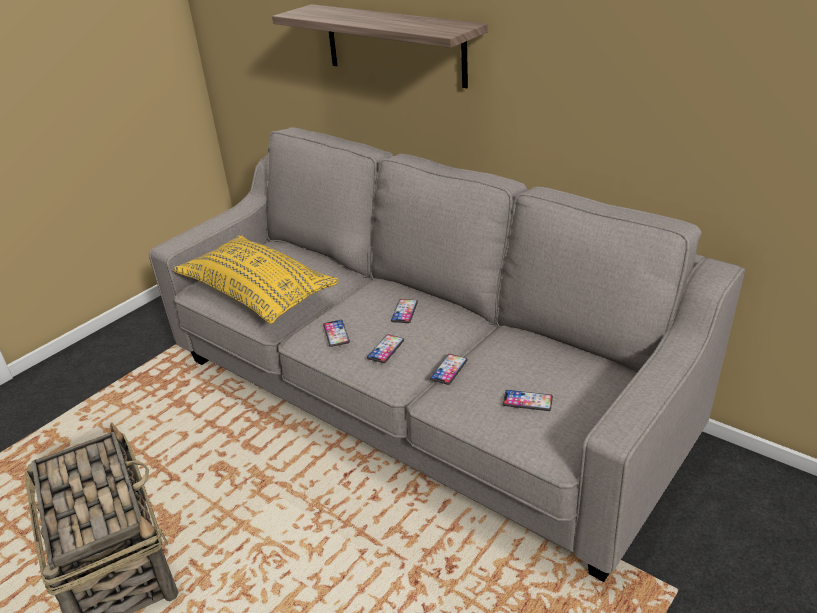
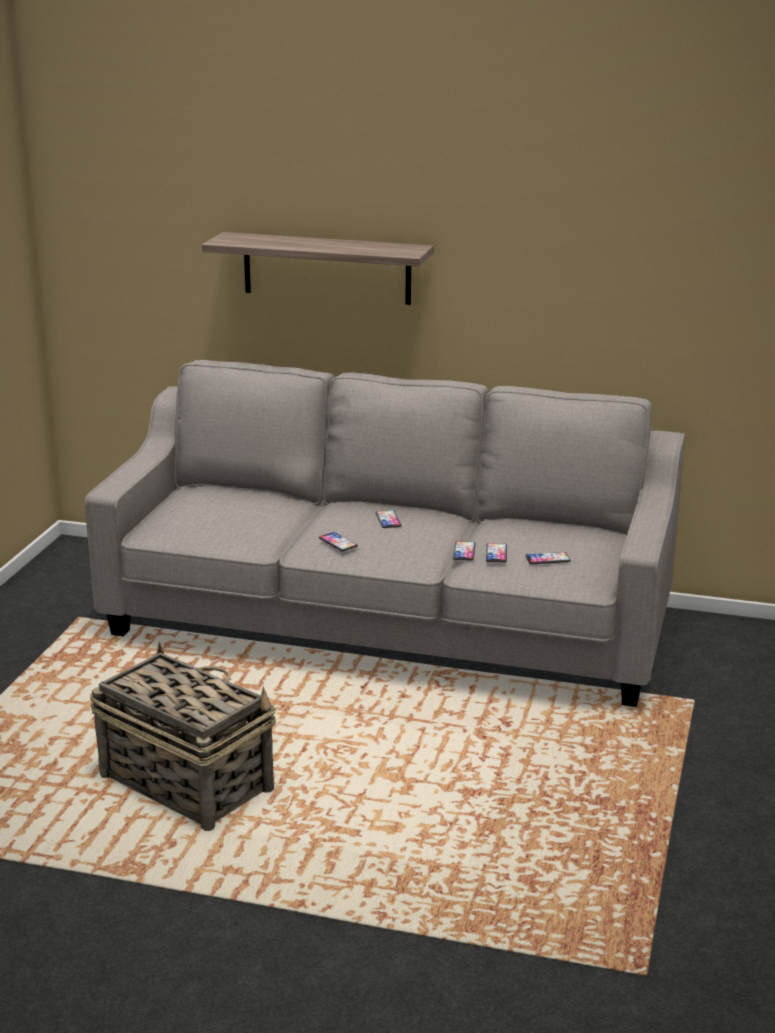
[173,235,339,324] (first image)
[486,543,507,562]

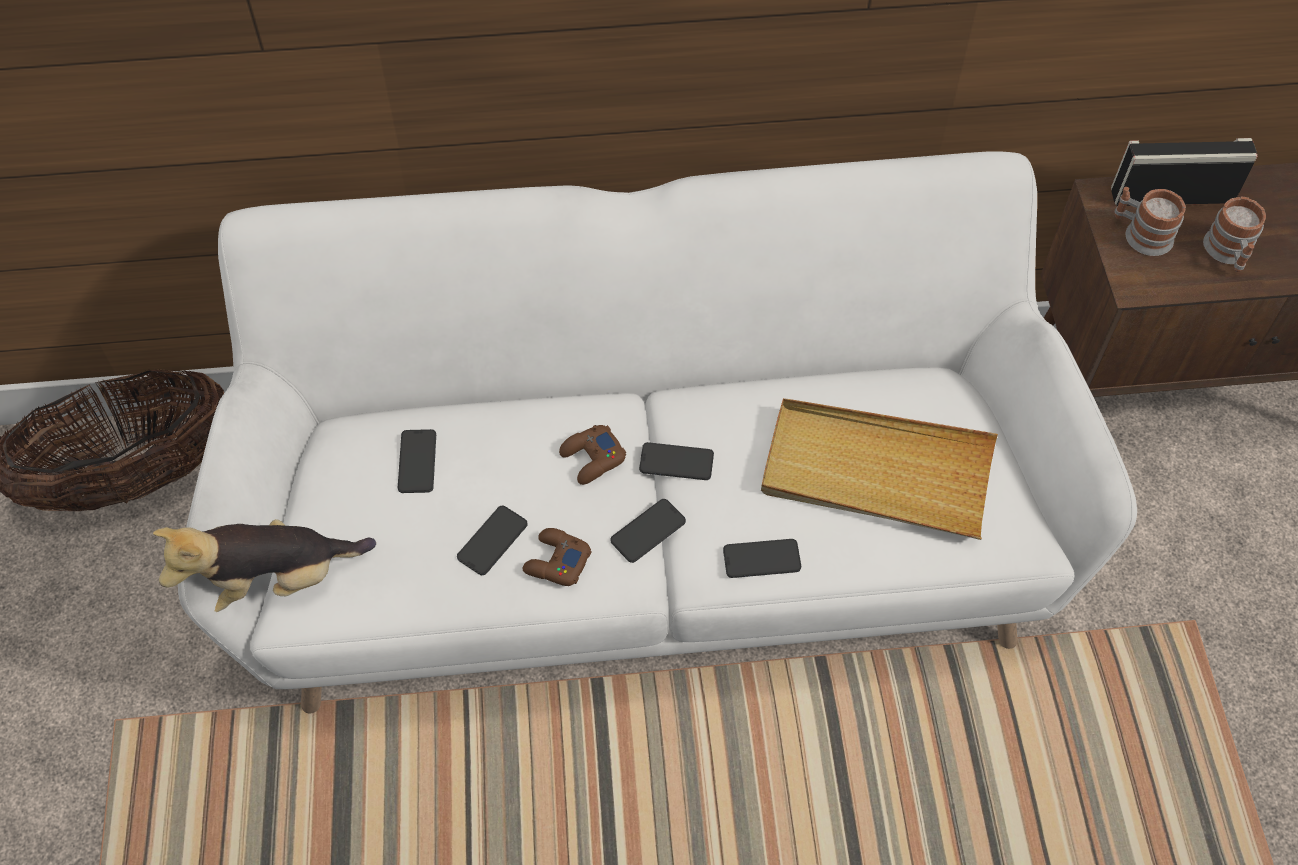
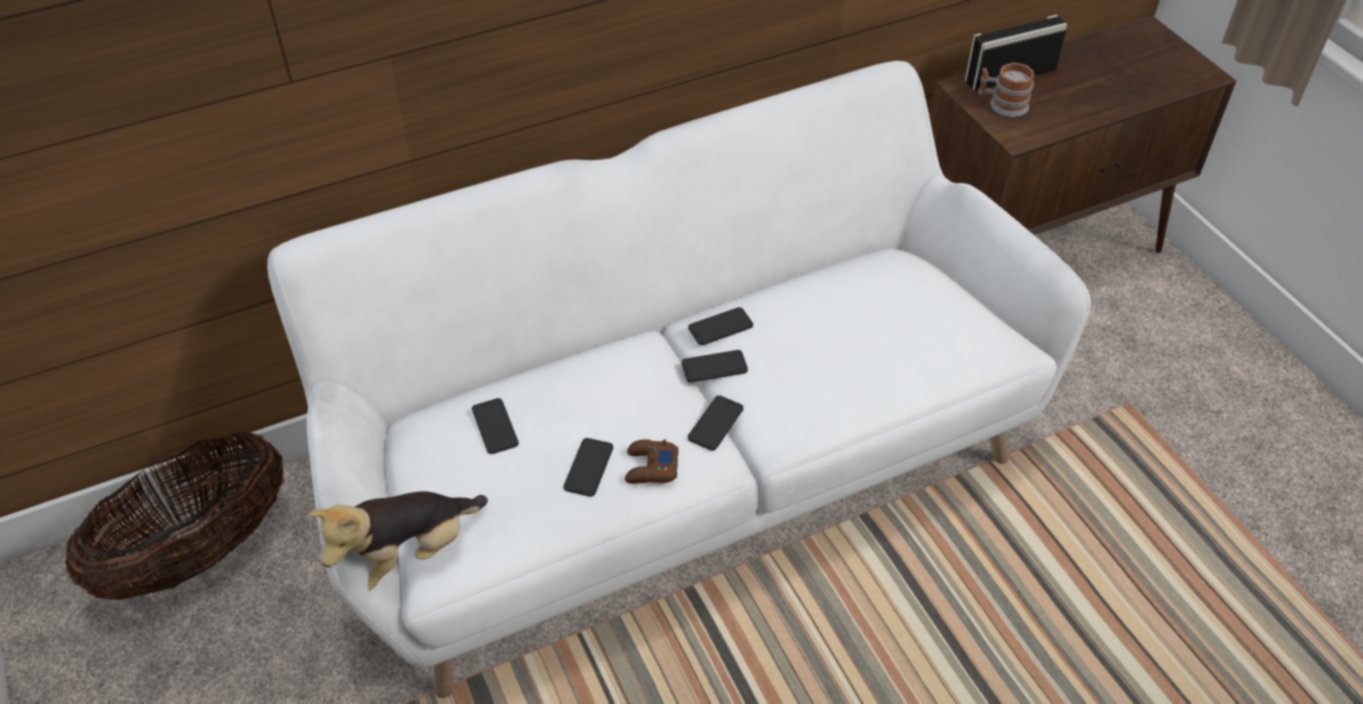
[559,425,626,485] (first image)
[761,398,998,540] (first image)
[1203,197,1266,272] (first image)
[688,307,753,345]

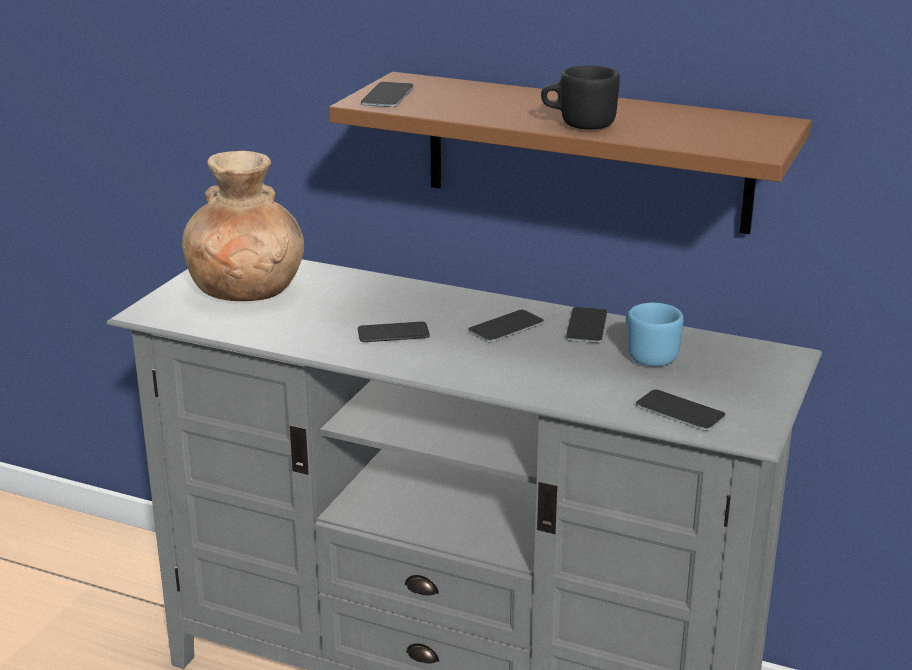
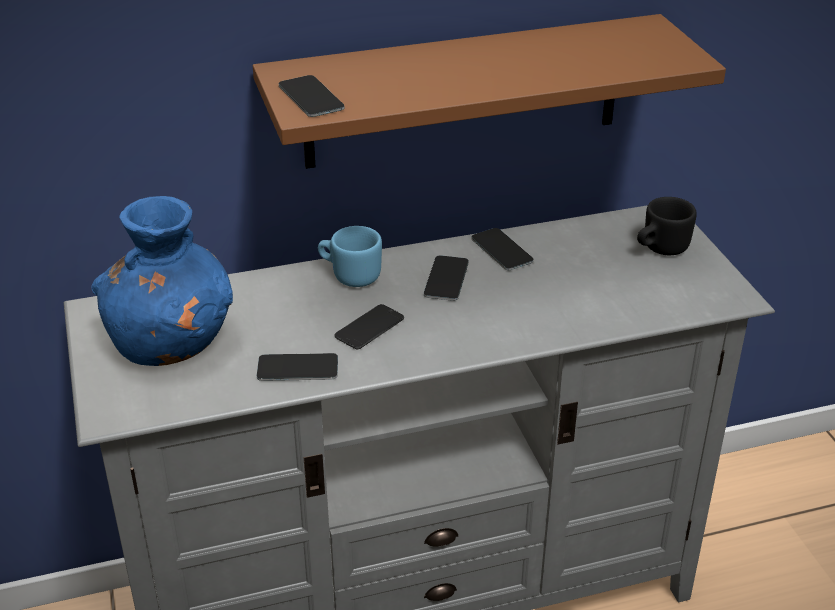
[637,197,697,255]
[318,226,382,287]
[257,353,338,381]
[92,196,233,366]

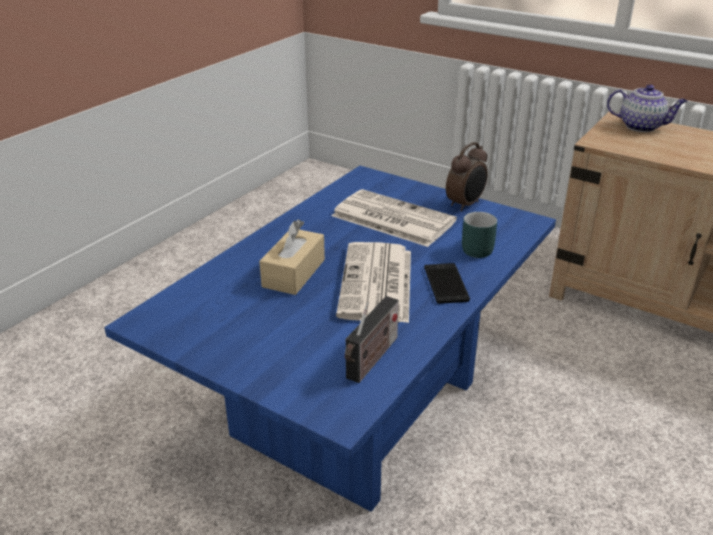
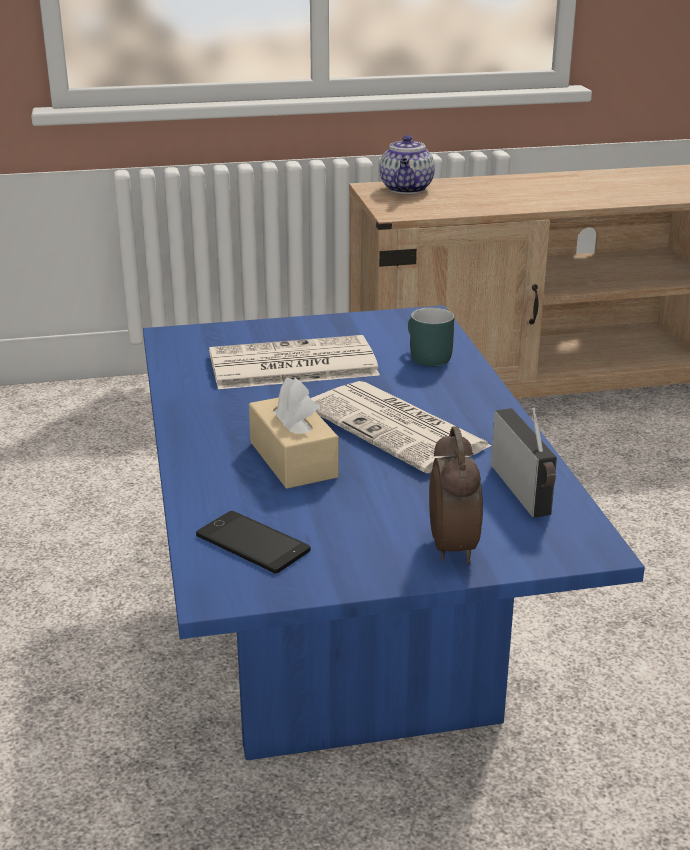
[196,511,310,574]
[429,426,483,564]
[379,135,435,194]

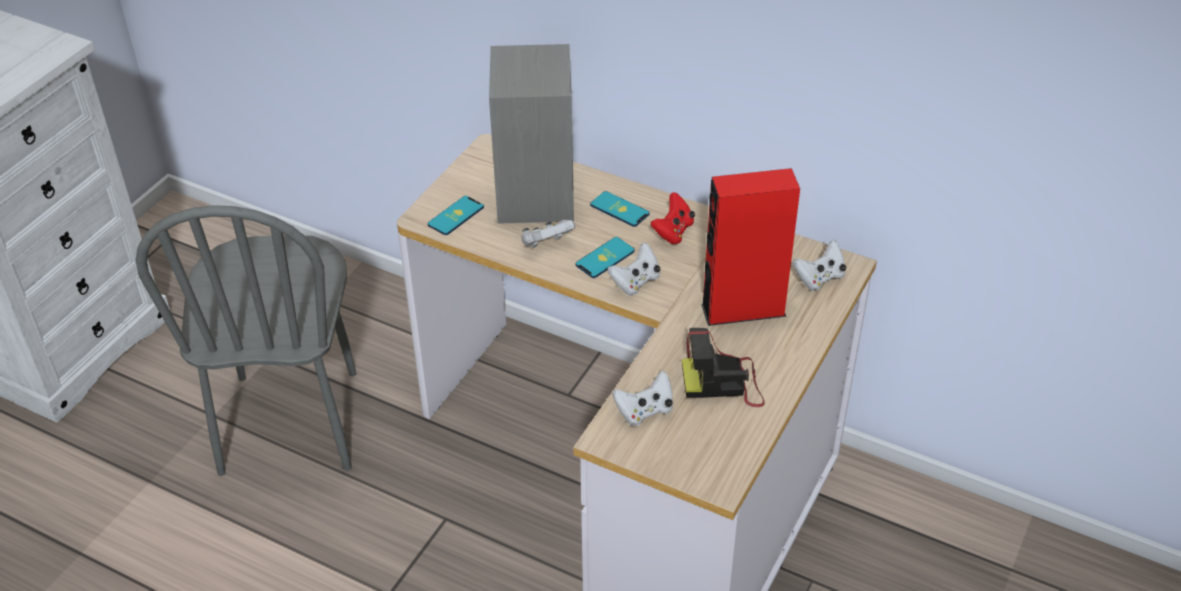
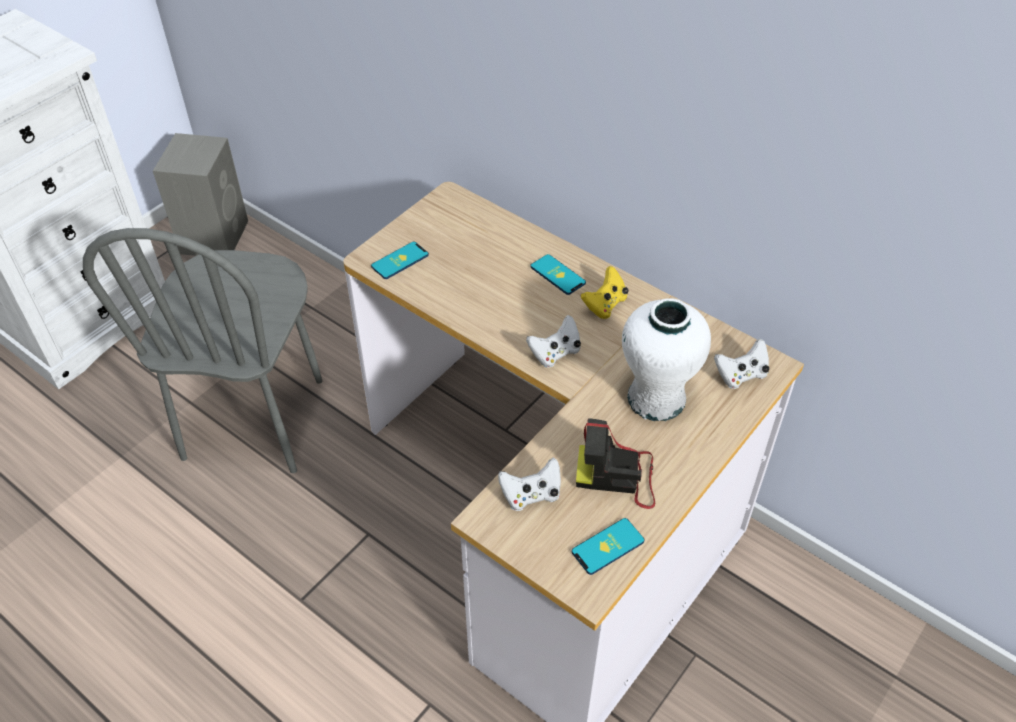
[521,220,575,248] (first image)
[153,133,248,256]
[572,518,645,575]
[622,298,711,421]
[581,266,628,319]

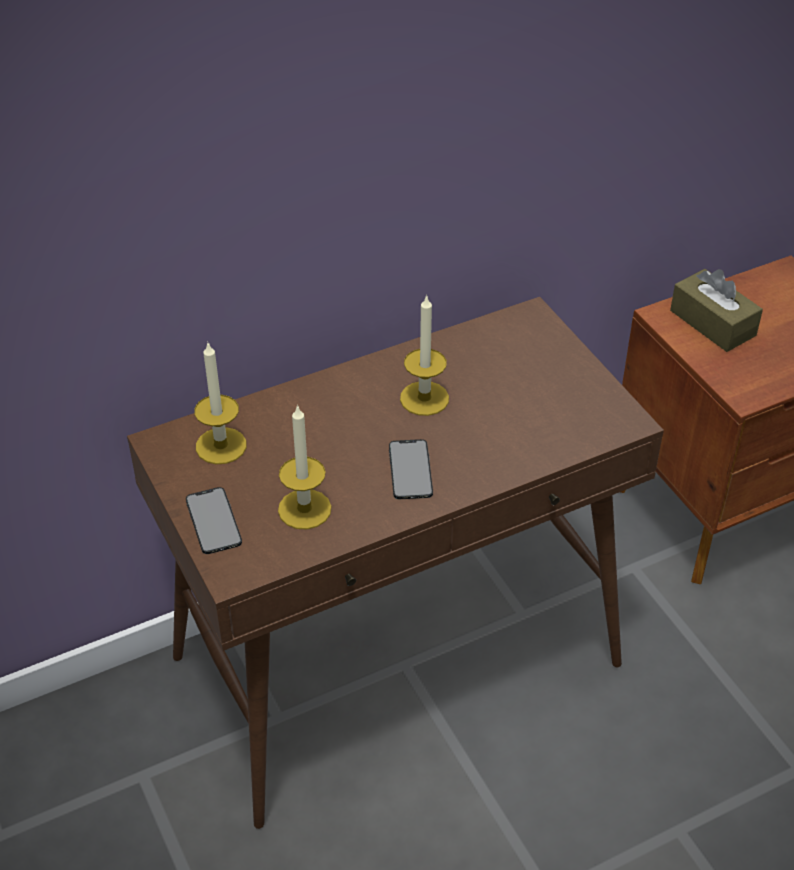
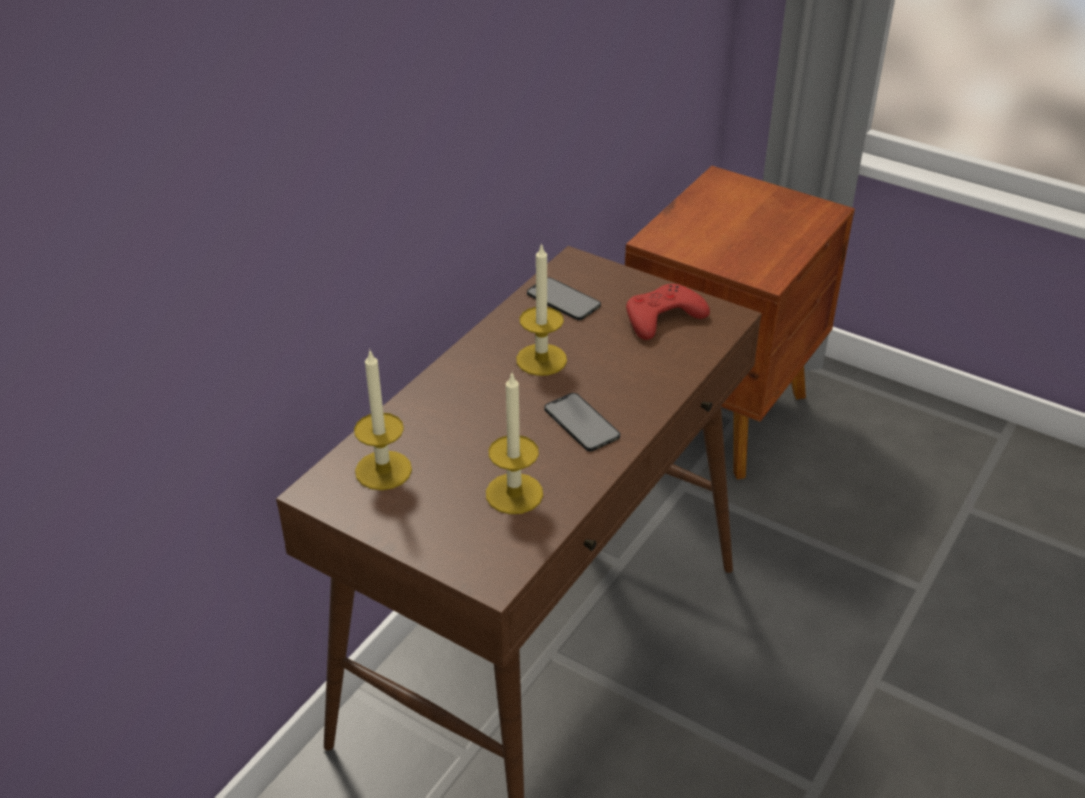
[670,269,763,352] (first image)
[626,284,710,340]
[527,277,601,320]

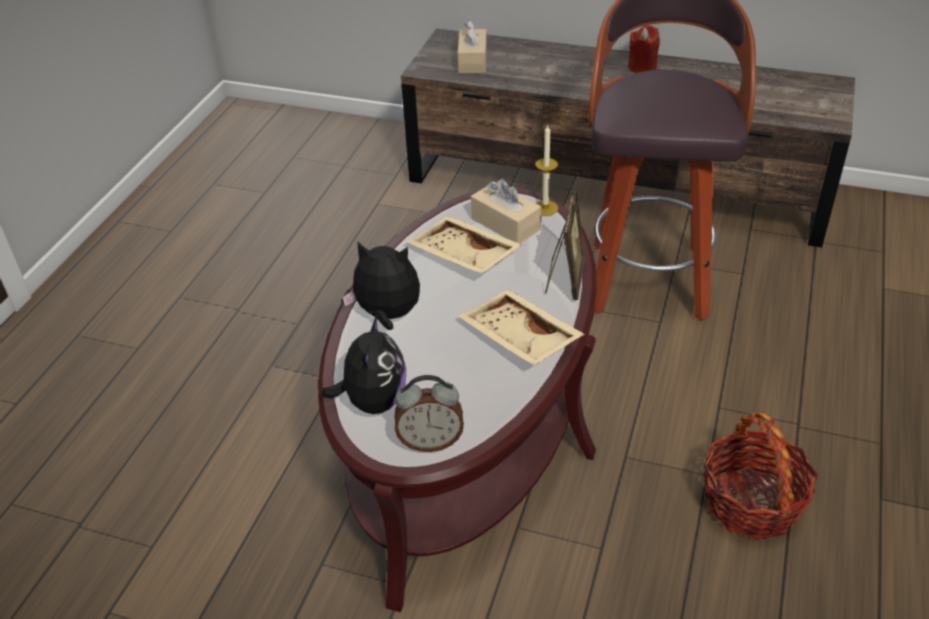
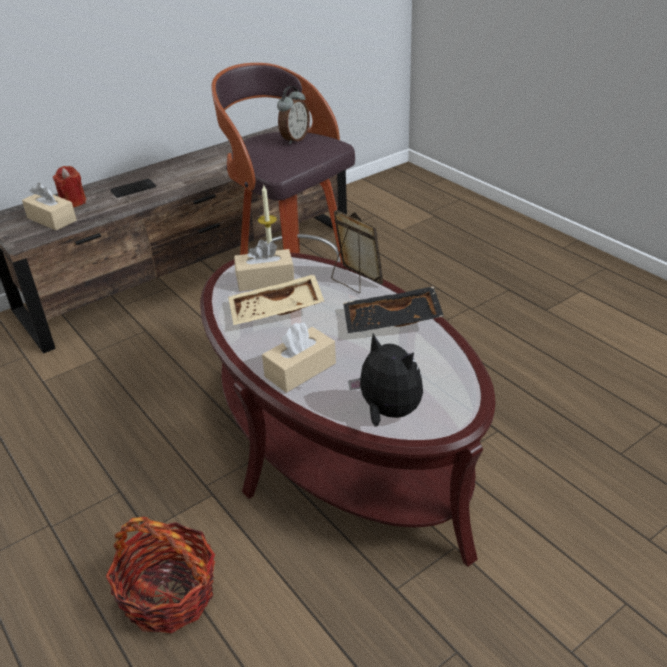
[110,179,156,198]
[277,86,310,145]
[53,166,86,208]
[106,517,215,633]
[262,322,336,393]
[343,286,444,333]

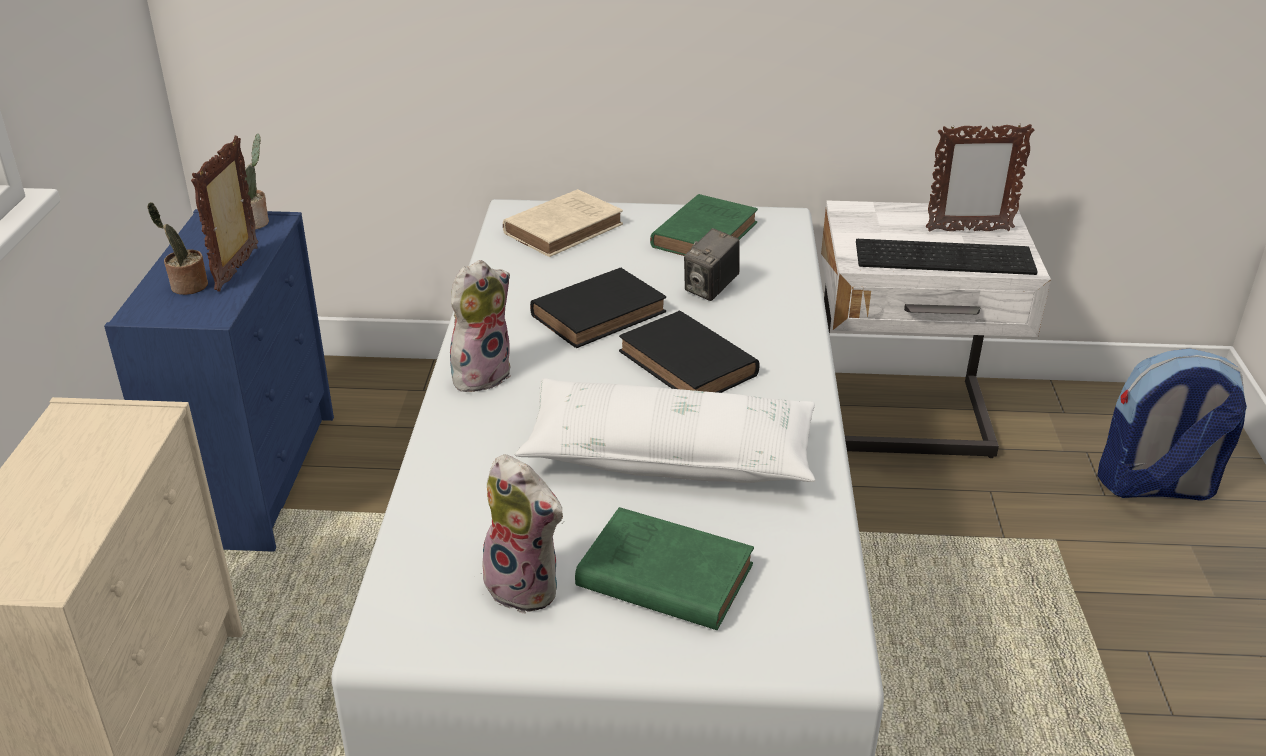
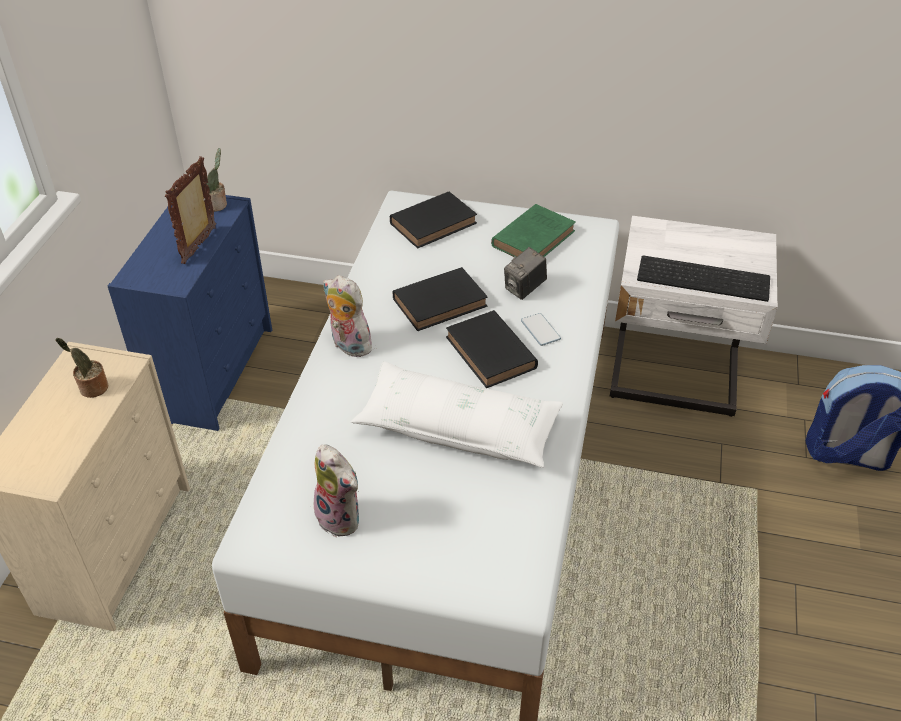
[575,507,754,630] (first image)
[926,123,1035,232] (first image)
[521,313,561,346]
[55,338,108,398]
[390,191,477,248]
[323,275,372,357]

